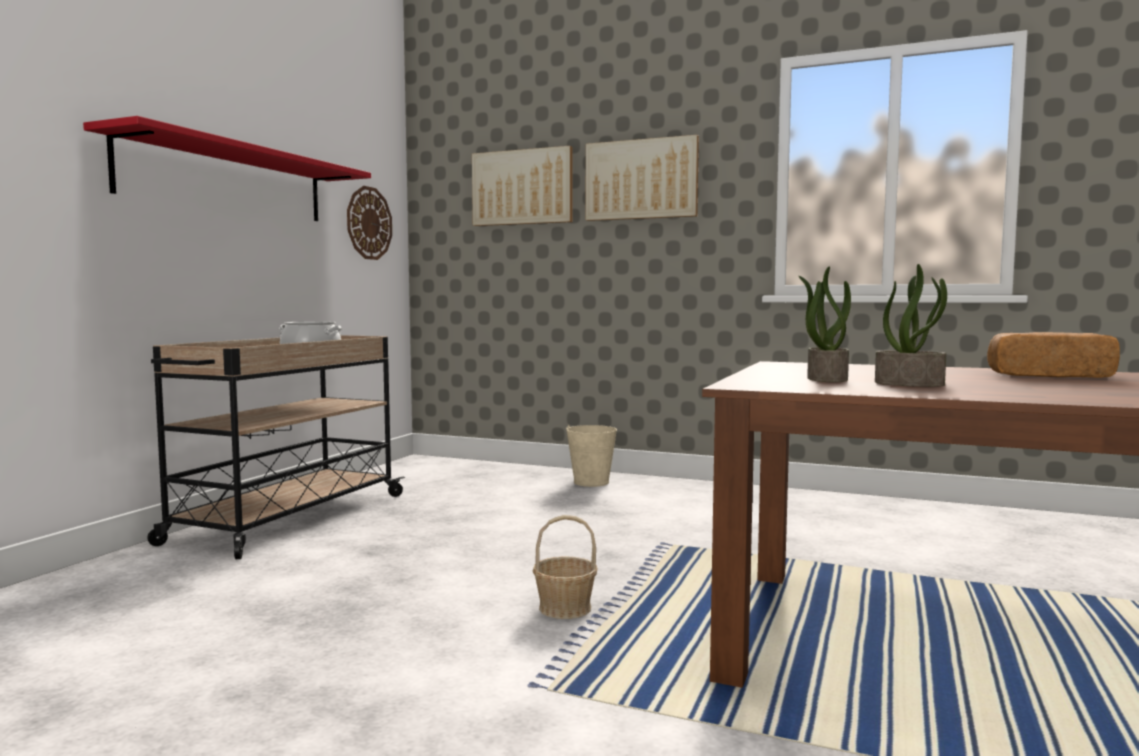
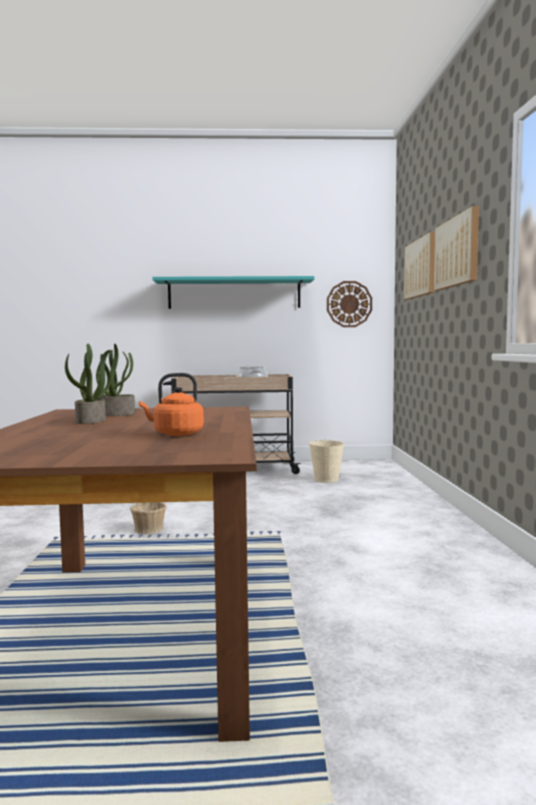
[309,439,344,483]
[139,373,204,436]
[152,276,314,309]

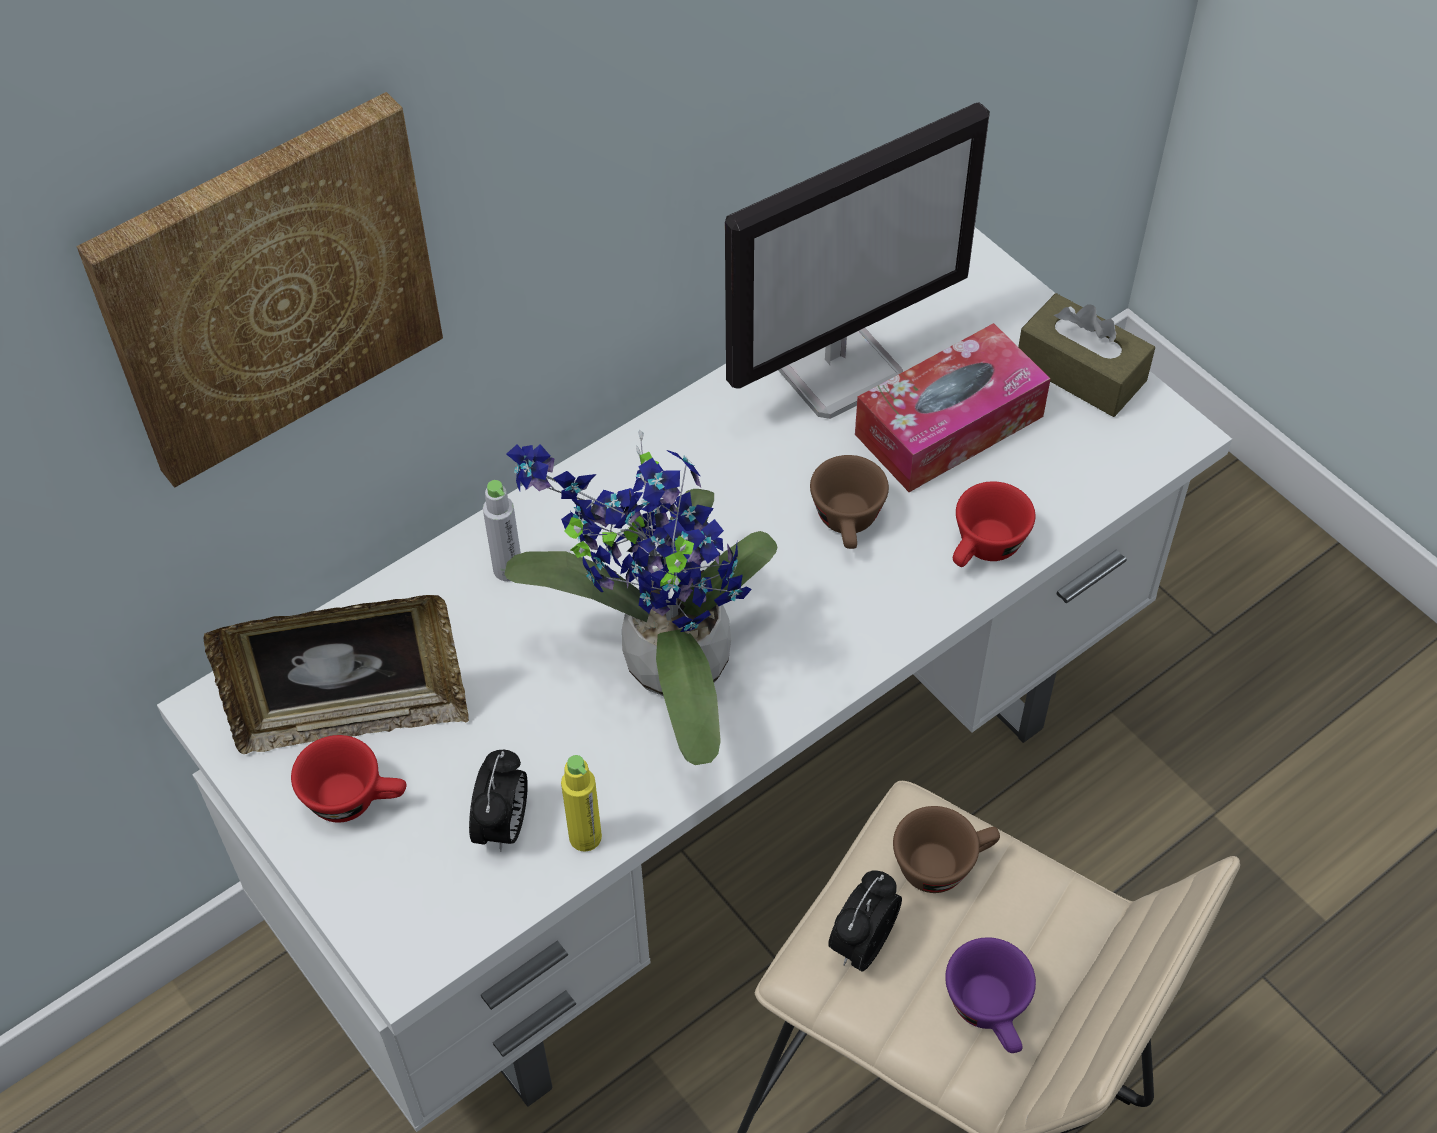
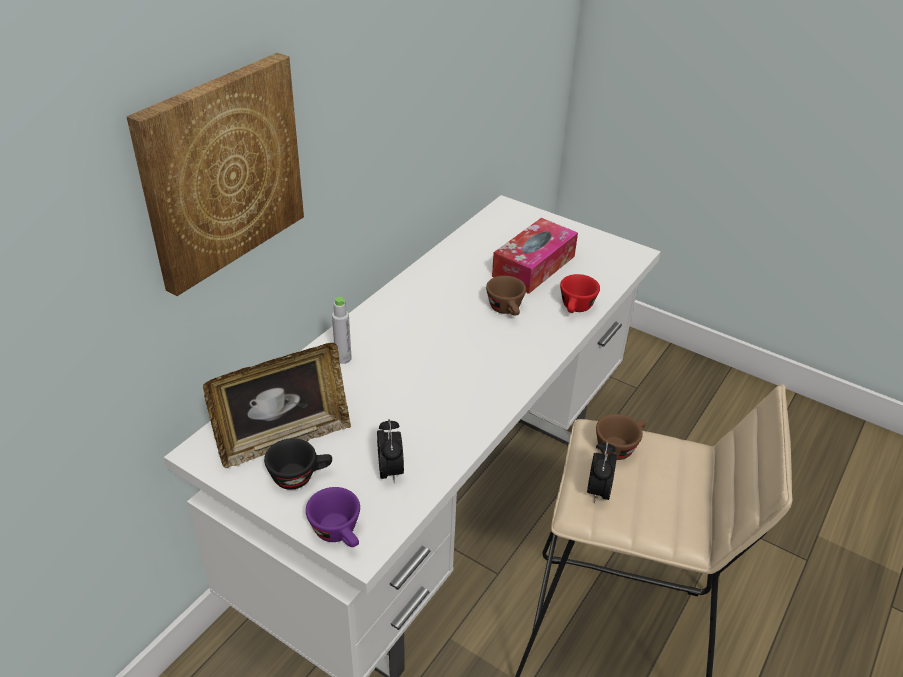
[504,430,777,765] (first image)
[561,755,602,852] (first image)
[725,102,990,419] (first image)
[1018,293,1155,417] (first image)
[306,487,360,547]
[264,438,332,490]

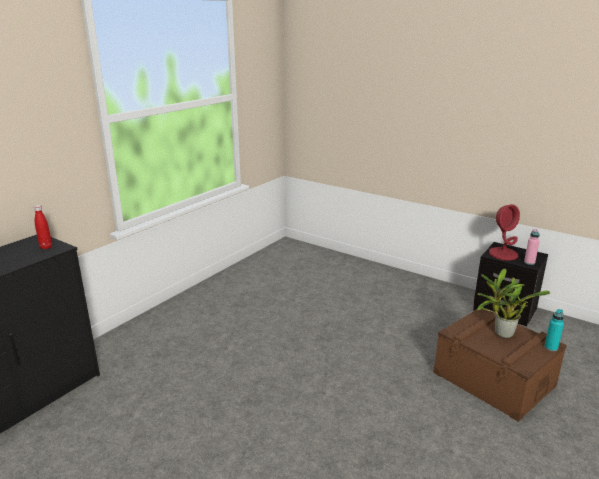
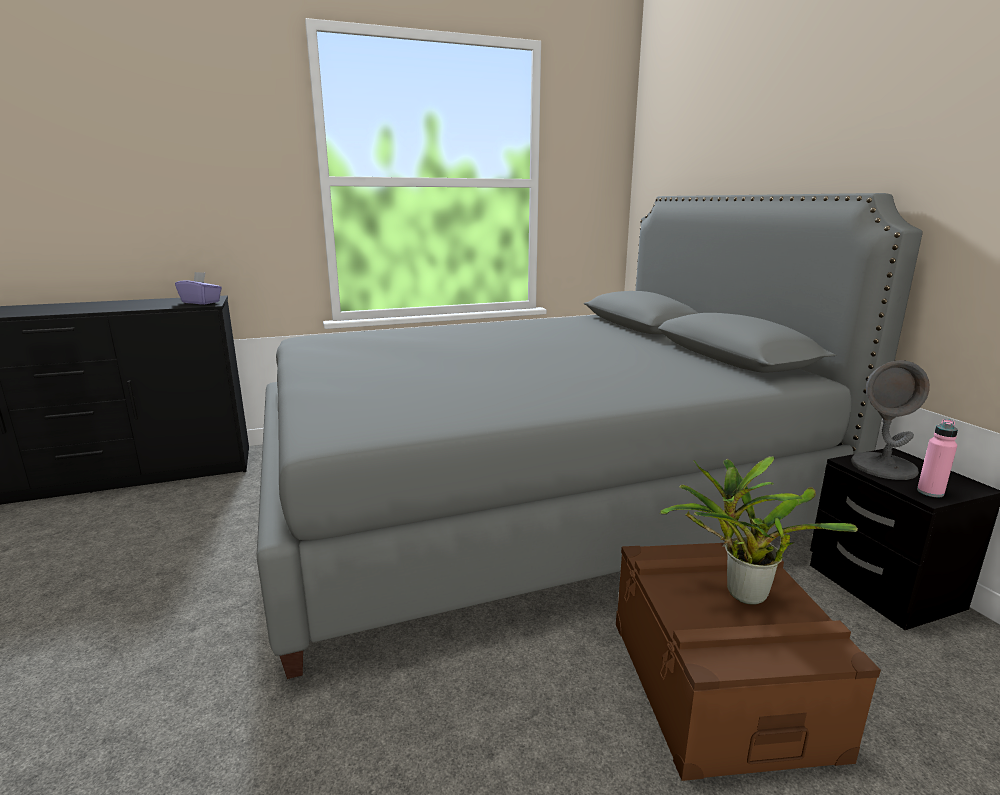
[544,309,564,351] (first image)
[256,193,923,679]
[175,272,222,305]
[851,360,930,480]

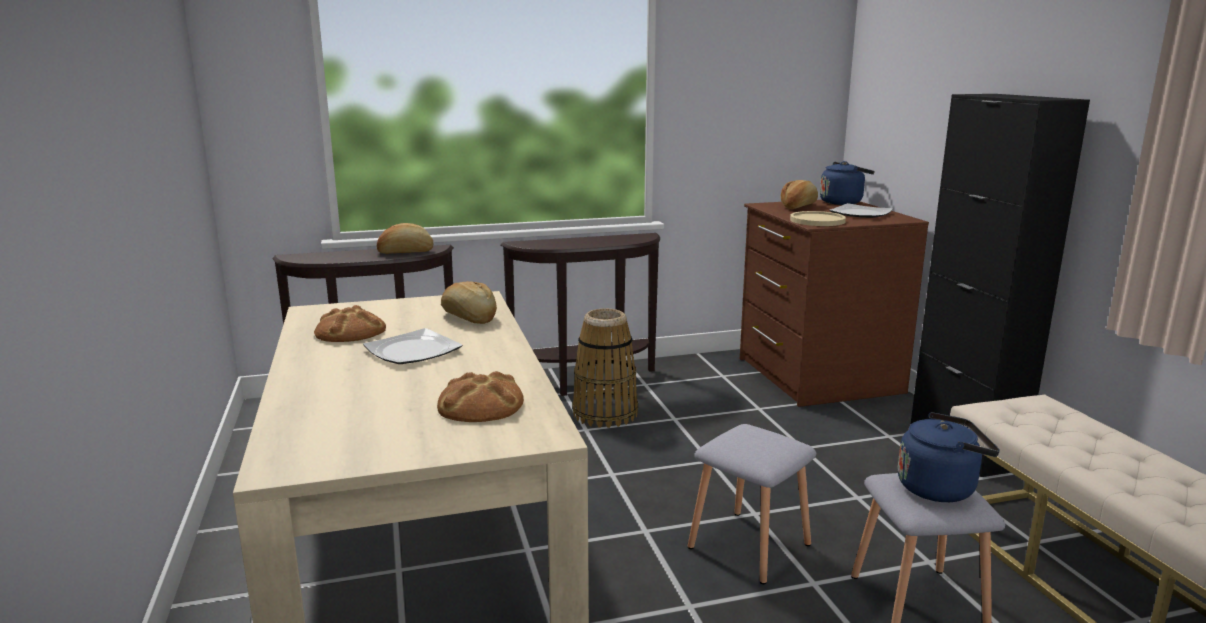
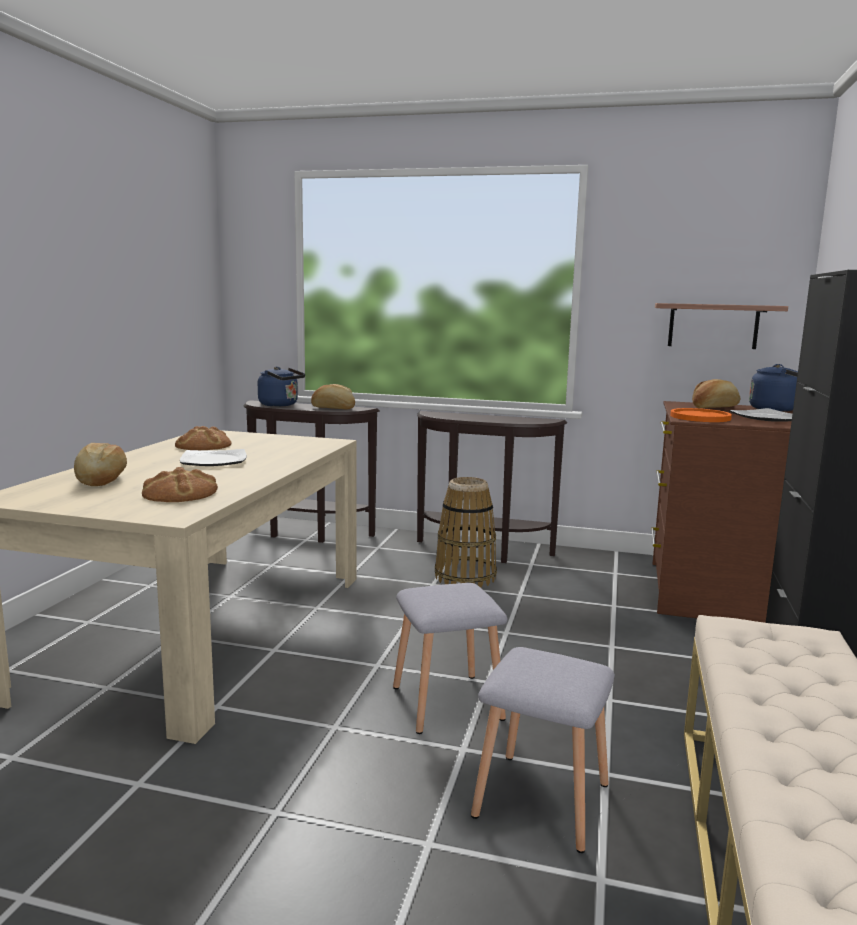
[655,303,788,349]
[74,443,127,486]
[258,366,305,407]
[670,408,732,422]

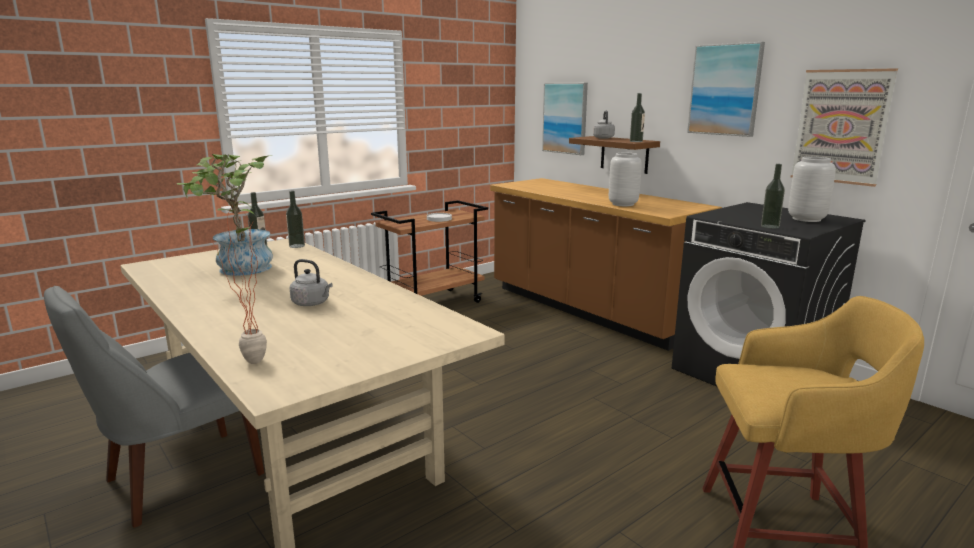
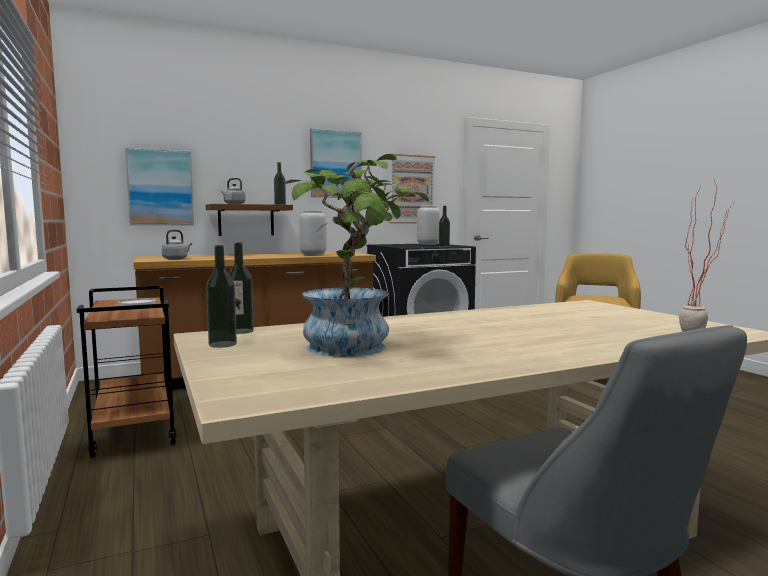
[162,230,192,260]

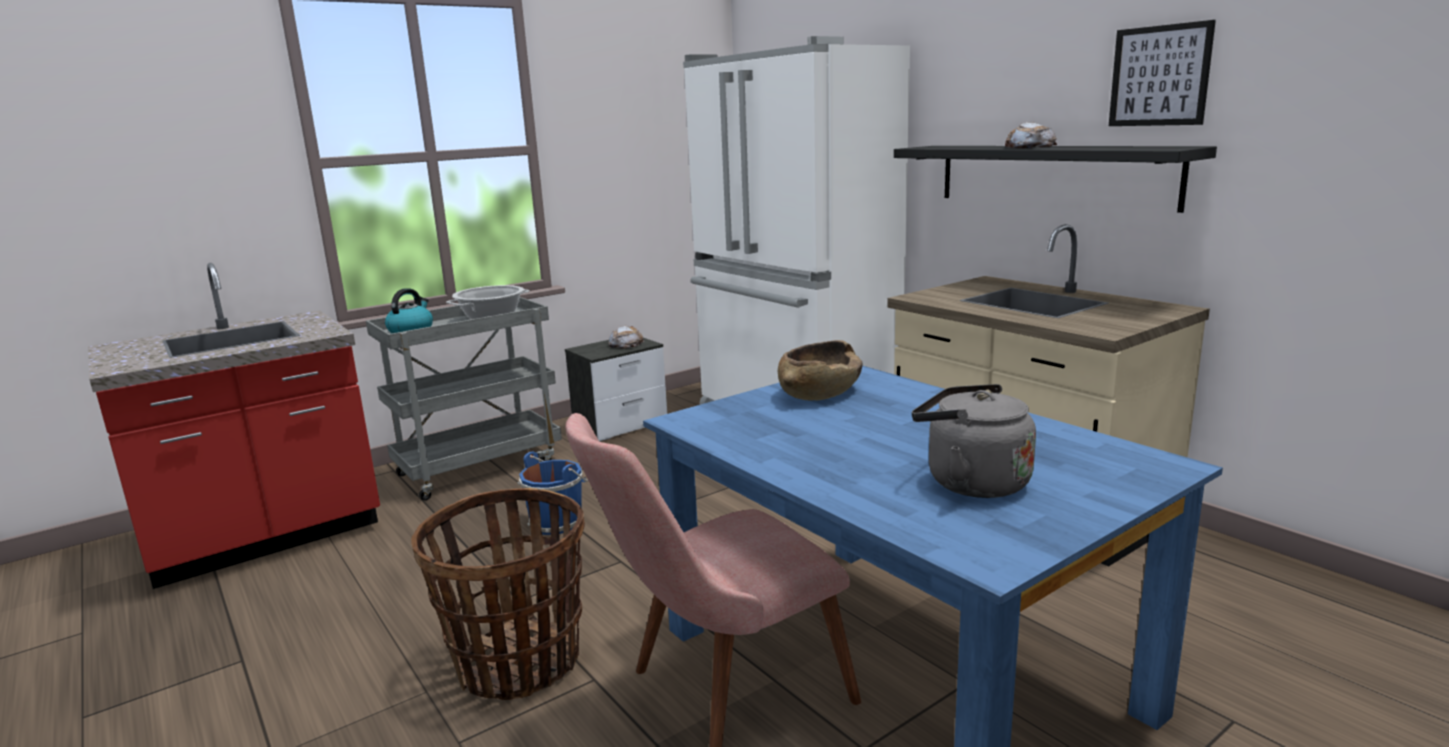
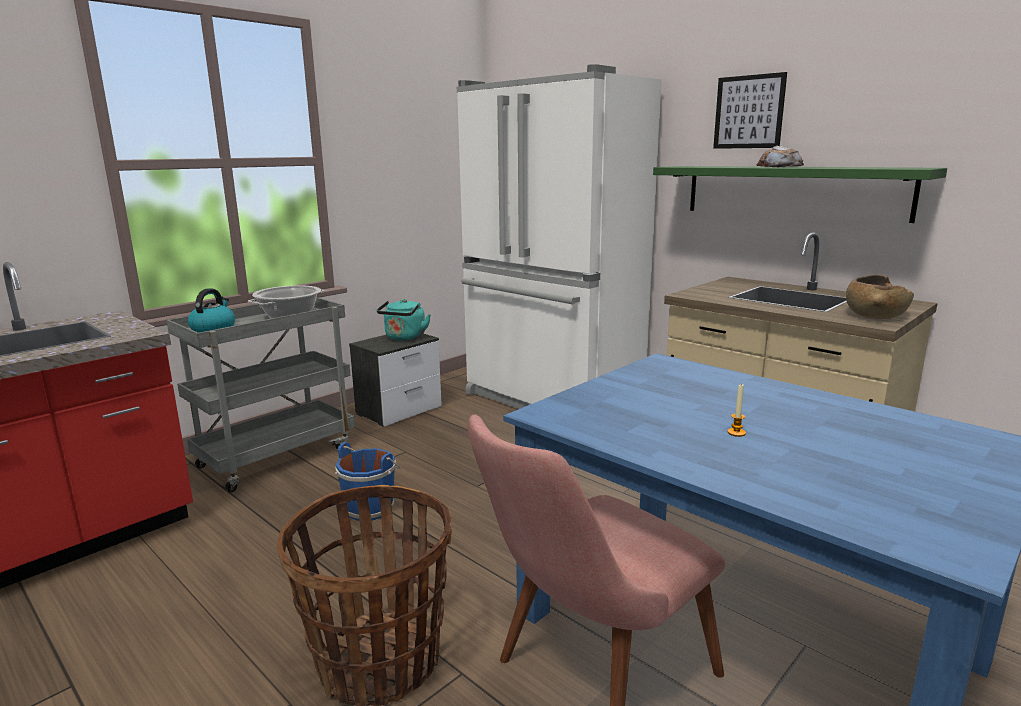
[912,384,1036,498] (first image)
[727,384,746,437]
[846,274,914,319]
[713,72,787,149]
[377,299,431,341]
[653,166,947,223]

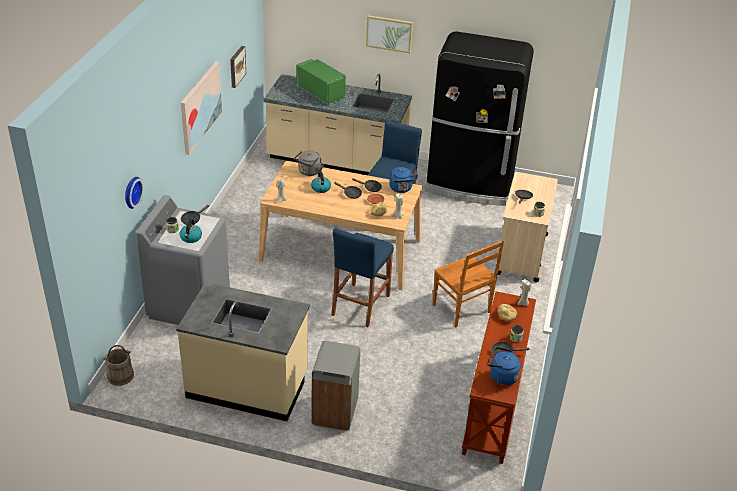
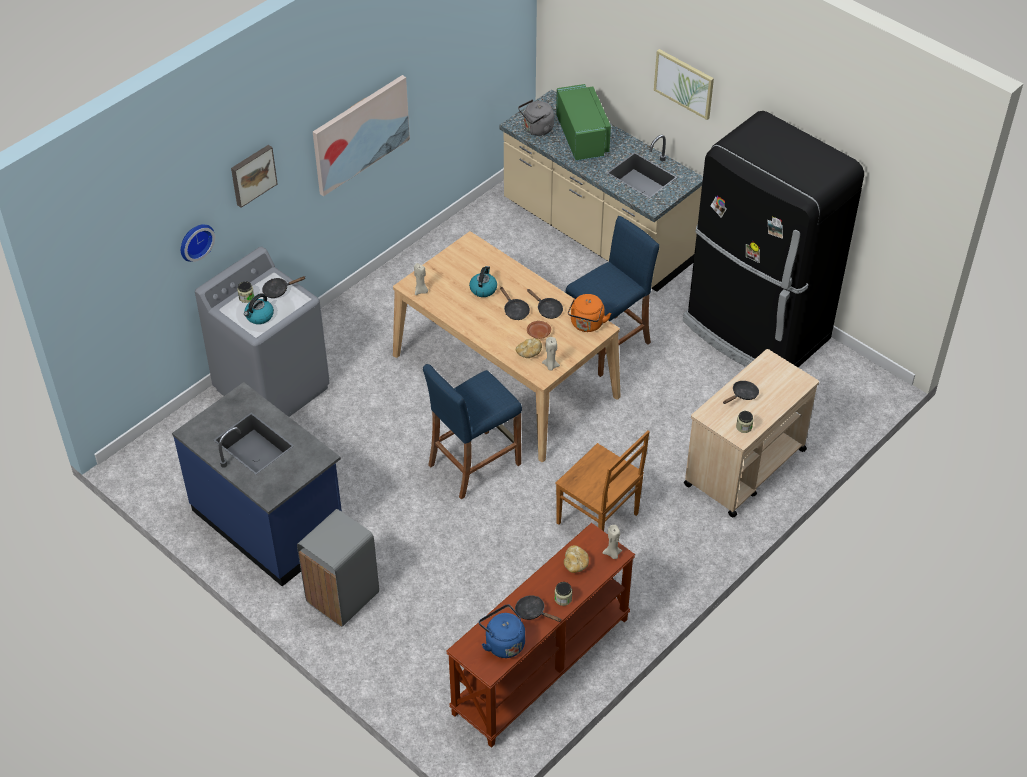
[103,345,134,386] (first image)
[231,145,278,208]
[518,99,554,136]
[172,382,342,586]
[568,294,611,332]
[556,430,650,531]

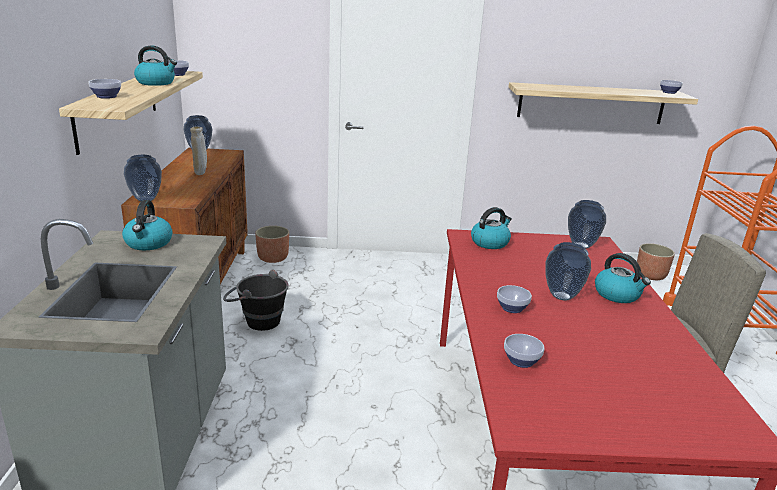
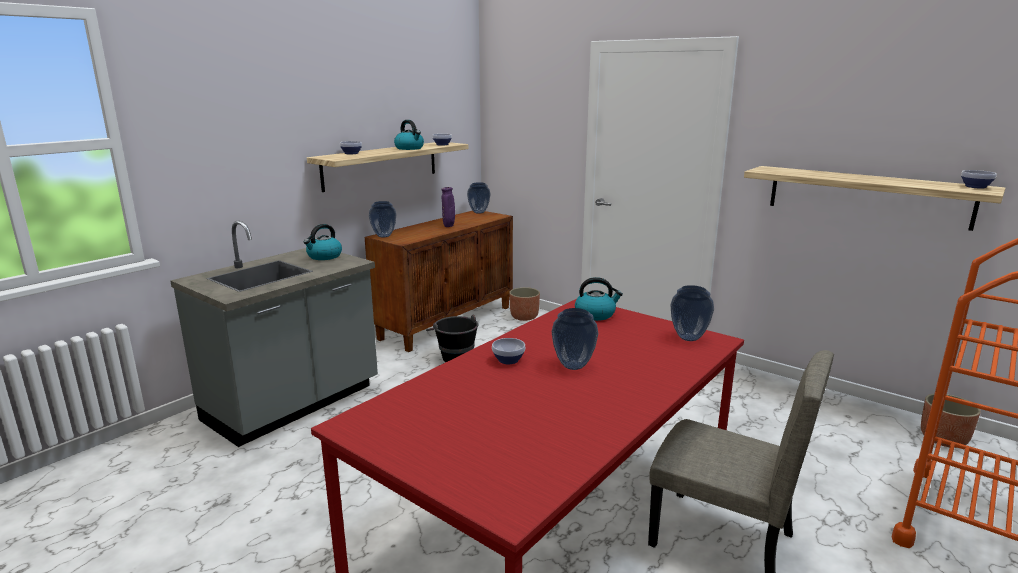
[504,334,544,368] (first image)
[595,253,651,303] (first image)
[441,187,455,227]

